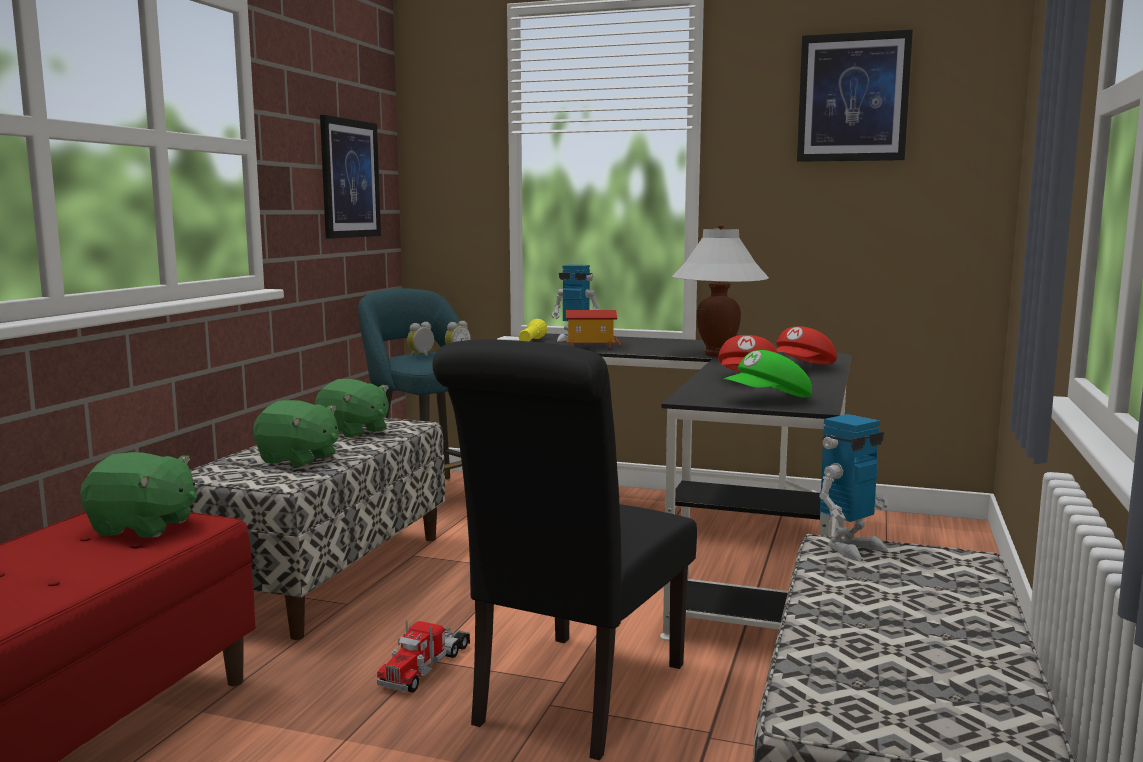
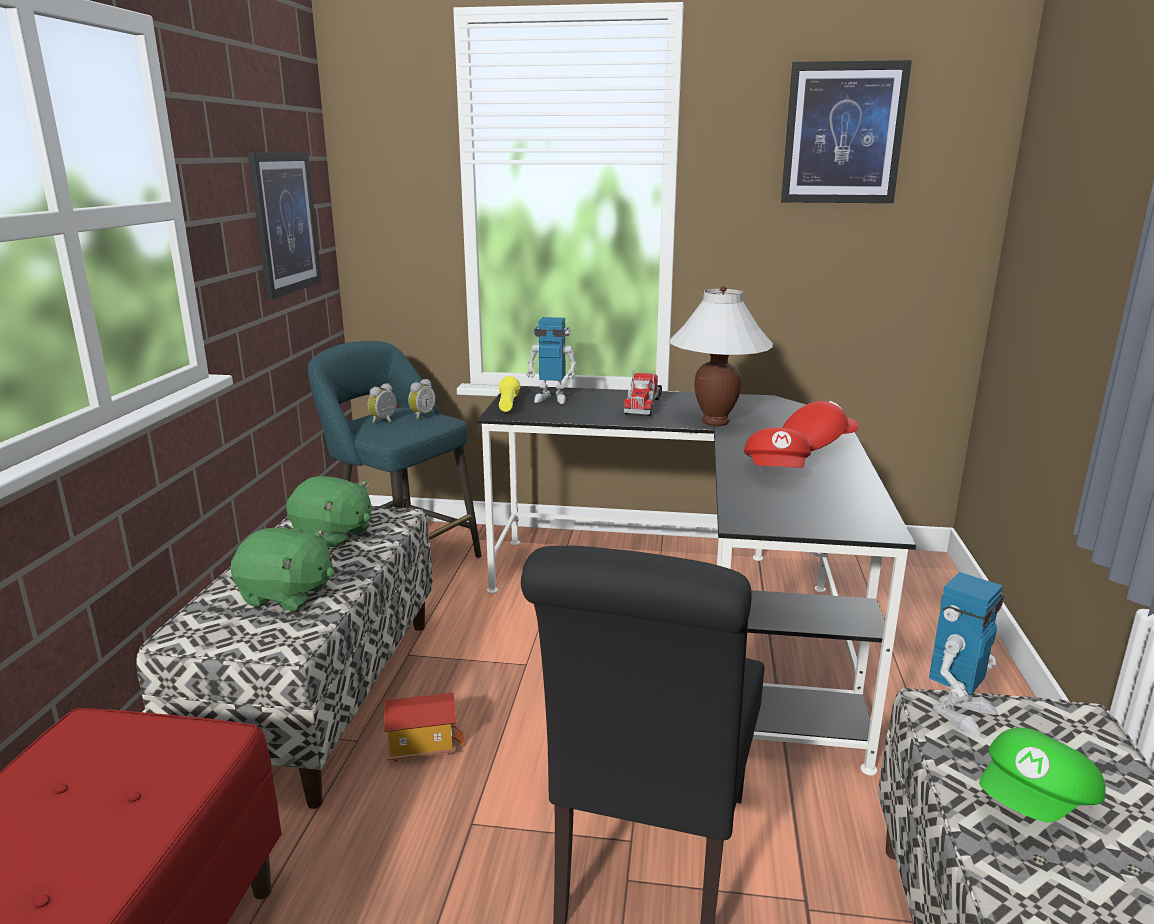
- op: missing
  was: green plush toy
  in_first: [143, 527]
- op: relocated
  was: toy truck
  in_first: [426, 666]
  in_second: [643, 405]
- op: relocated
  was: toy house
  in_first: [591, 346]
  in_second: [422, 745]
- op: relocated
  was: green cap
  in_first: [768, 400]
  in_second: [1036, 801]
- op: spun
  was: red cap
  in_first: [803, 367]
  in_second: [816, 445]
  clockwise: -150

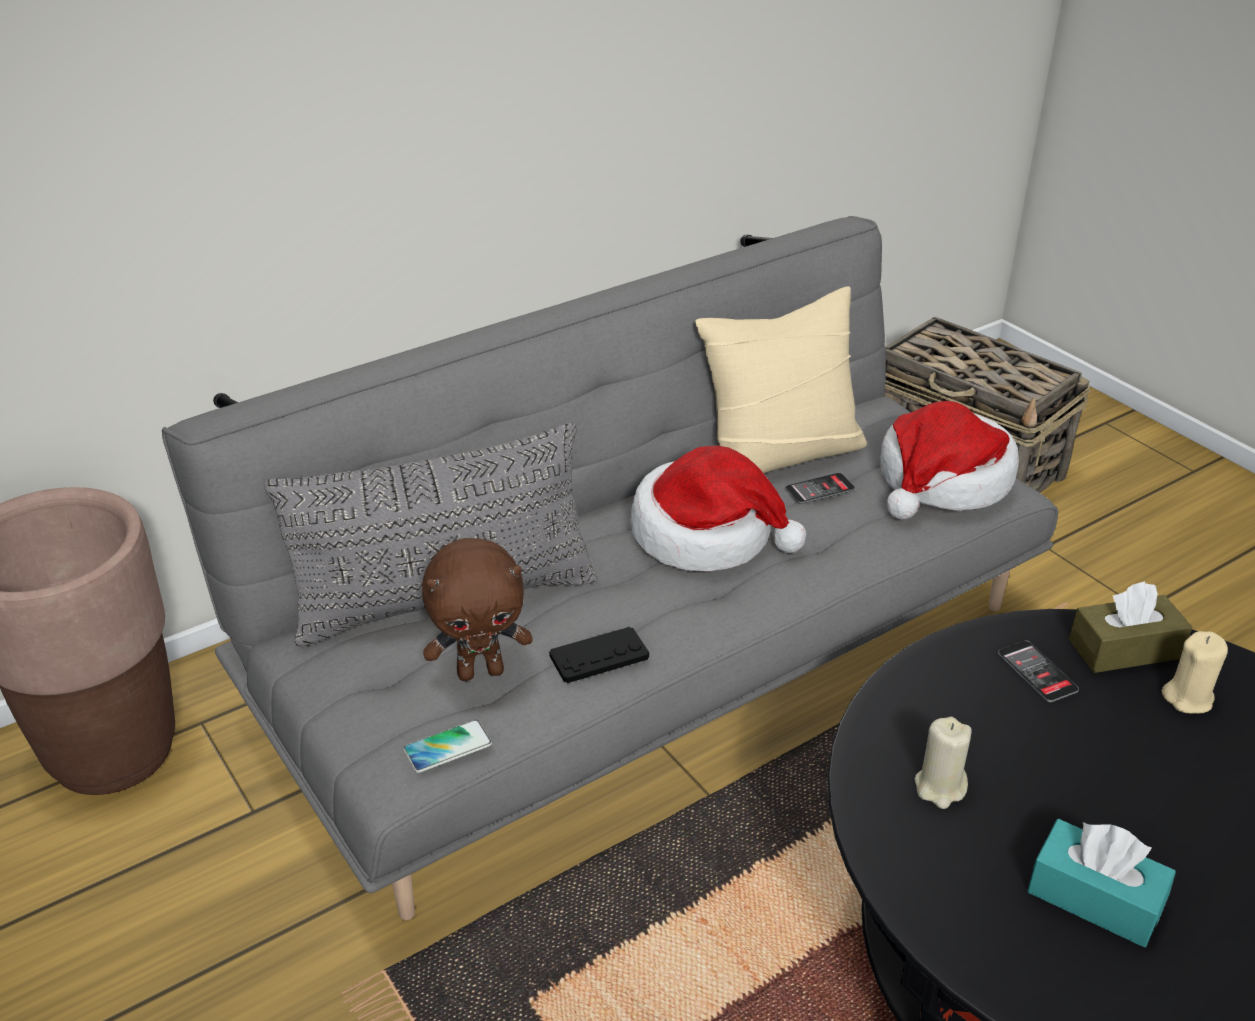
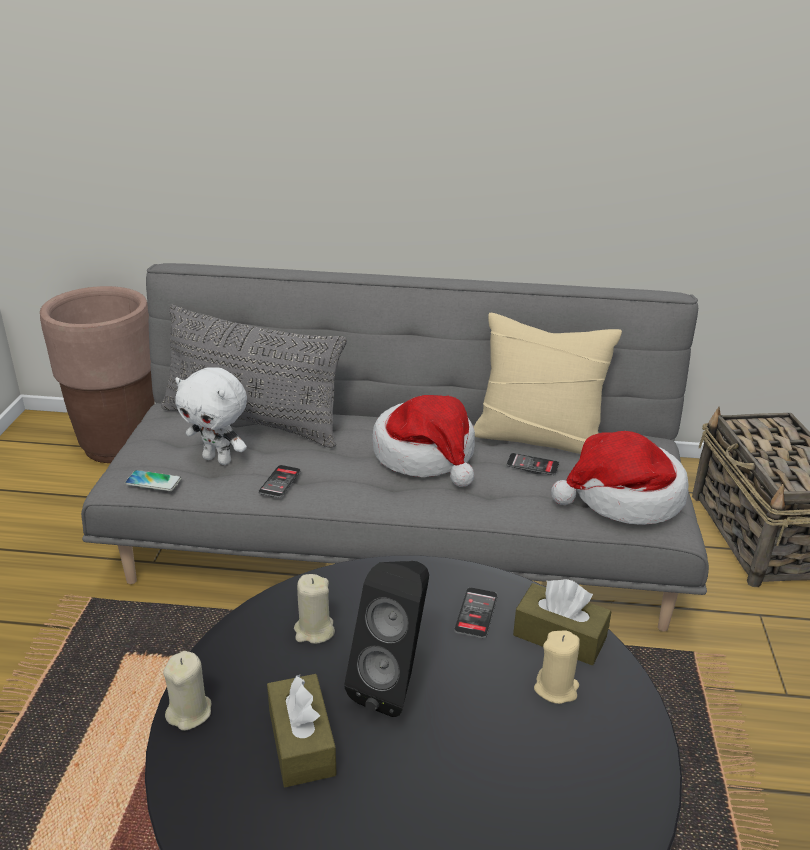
- op: colour
  was: brown plush toy
  now: white plush toy
  in_first: [481, 671]
  in_second: [218, 459]
- op: exchanged
  was: black game controller
  now: phone
  in_first: [599, 656]
  in_second: [279, 482]
- op: colour
  was: turquoise tissue box
  now: brown tissue box
  in_first: [1094, 898]
  in_second: [301, 742]
- op: appeared
  now: beige candle
  in_second: [189, 712]
- op: appeared
  now: black speaker
  in_second: [394, 684]

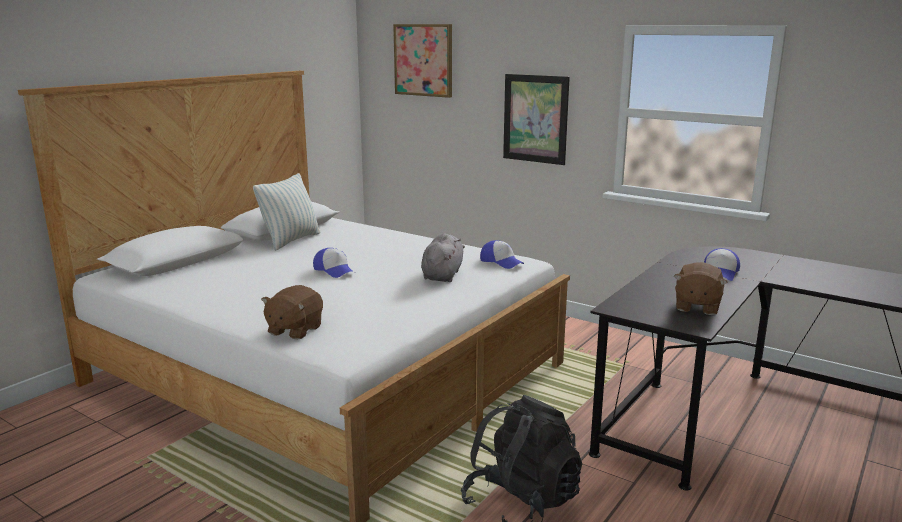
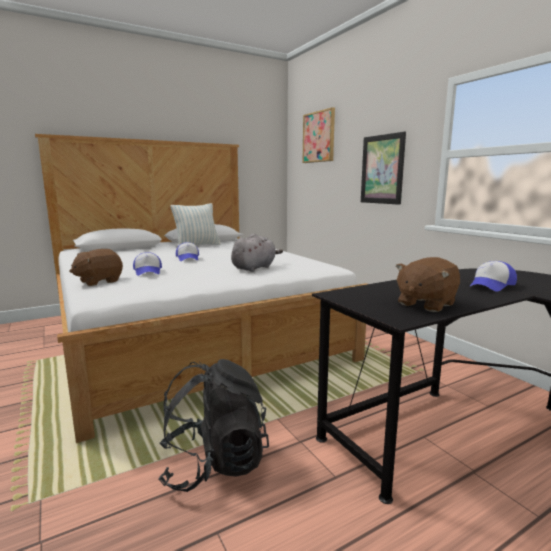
- op: relocated
  was: cap
  in_first: [501, 262]
  in_second: [148, 271]

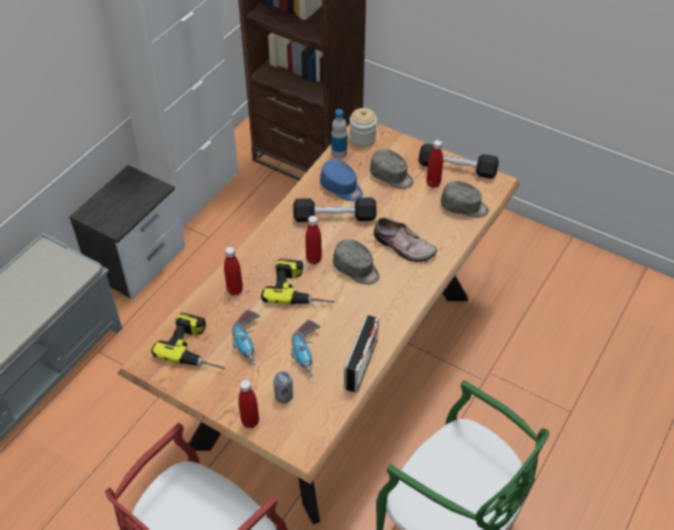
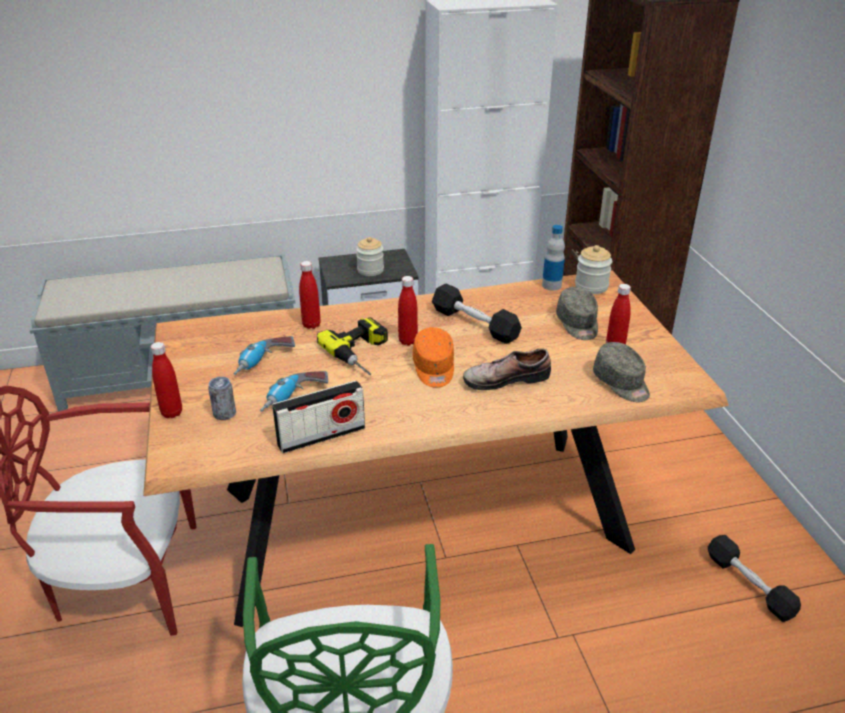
- op: missing
  was: power drill
  in_first: [197, 347]
- op: missing
  was: blue cap
  in_first: [342, 188]
- op: colour
  was: grey cap
  now: orange cap
  in_first: [356, 269]
  in_second: [434, 368]
- op: spun
  was: shoe
  in_first: [403, 247]
  in_second: [505, 378]
  clockwise: 90
- op: relocated
  was: black dumbbell
  in_first: [457, 168]
  in_second: [749, 585]
- op: appeared
  now: jar
  in_second: [370, 270]

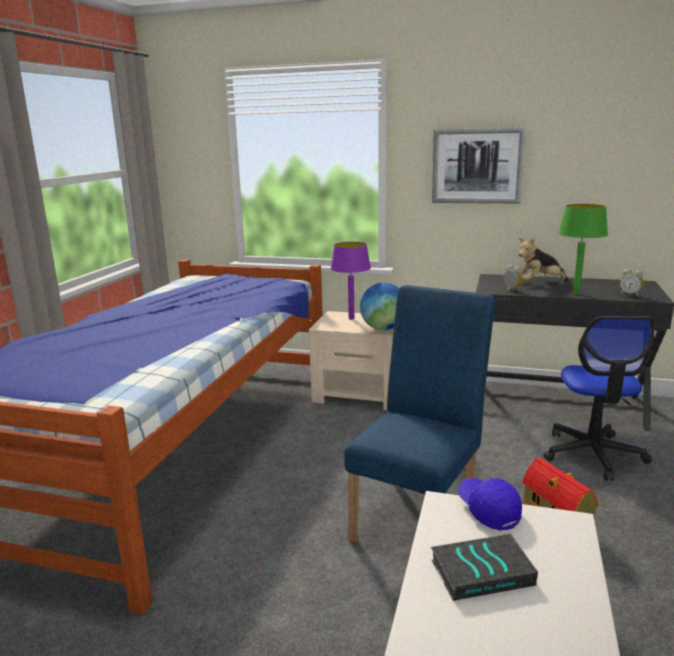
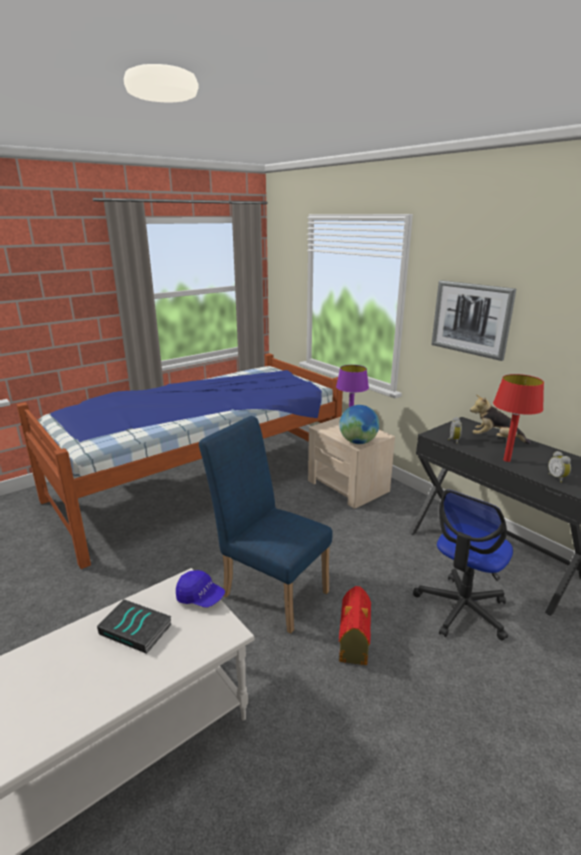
- op: spun
  was: blue chair
  in_first: [419, 516]
  in_second: [270, 589]
  clockwise: -120
- op: spun
  was: blue cap
  in_first: [488, 510]
  in_second: [200, 597]
  clockwise: 105
- op: colour
  was: green table lamp
  now: red table lamp
  in_first: [576, 293]
  in_second: [507, 460]

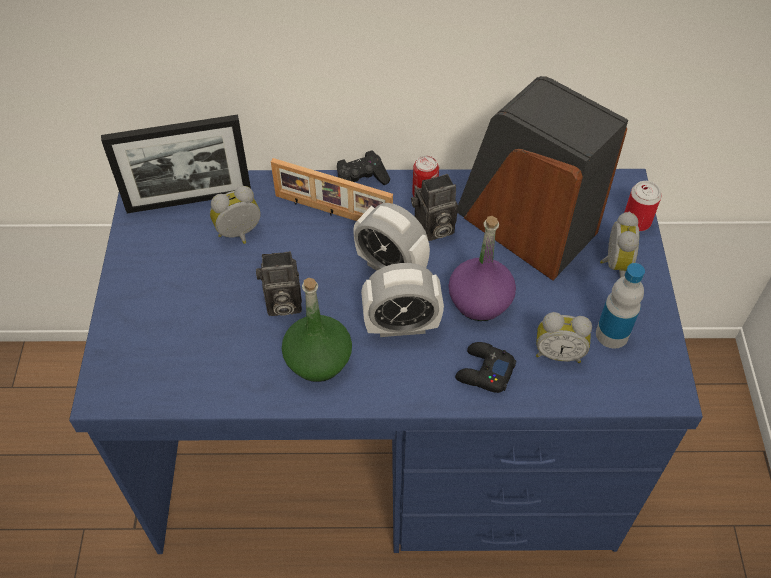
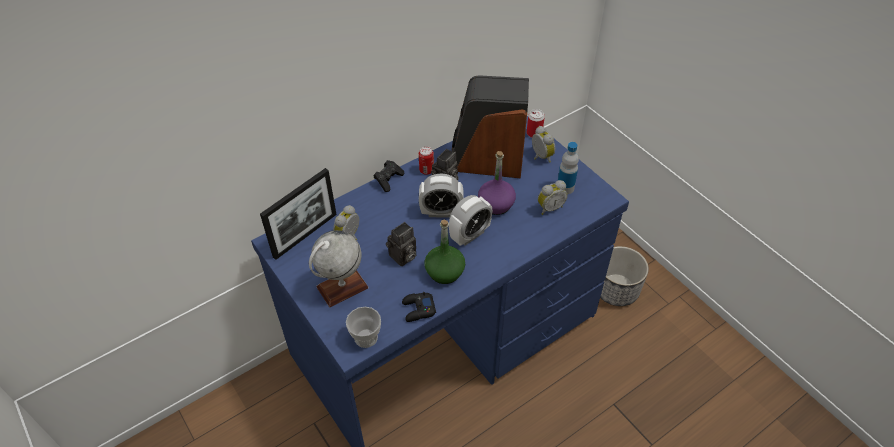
- op: missing
  was: picture frame
  in_first: [332, 213]
- op: relocated
  was: black game controller
  in_first: [484, 372]
  in_second: [418, 309]
- op: appeared
  now: globe
  in_second: [342, 287]
- op: appeared
  now: cup
  in_second: [366, 337]
- op: appeared
  now: planter
  in_second: [616, 289]

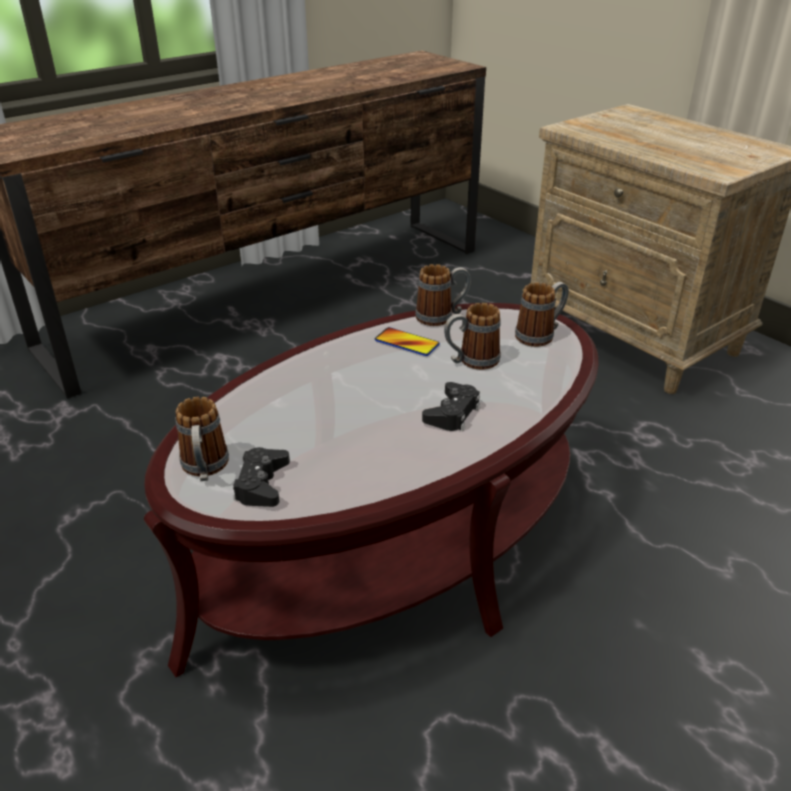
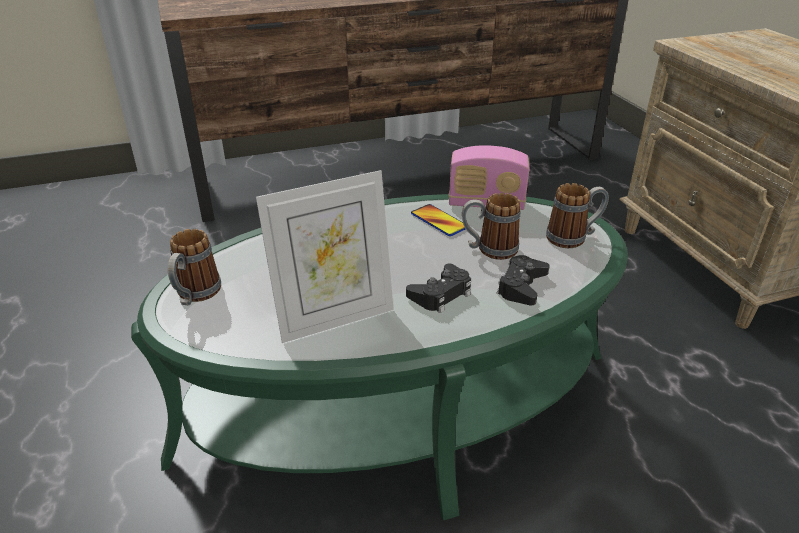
- op: colour
  was: brown coffee table
  now: green coffee table
  in_first: [395, 541]
  in_second: [399, 404]
- op: relocated
  was: black game controller
  in_first: [262, 484]
  in_second: [521, 286]
- op: exchanged
  was: mug
  now: radio
  in_first: [442, 317]
  in_second: [486, 203]
- op: appeared
  now: picture frame
  in_second: [335, 318]

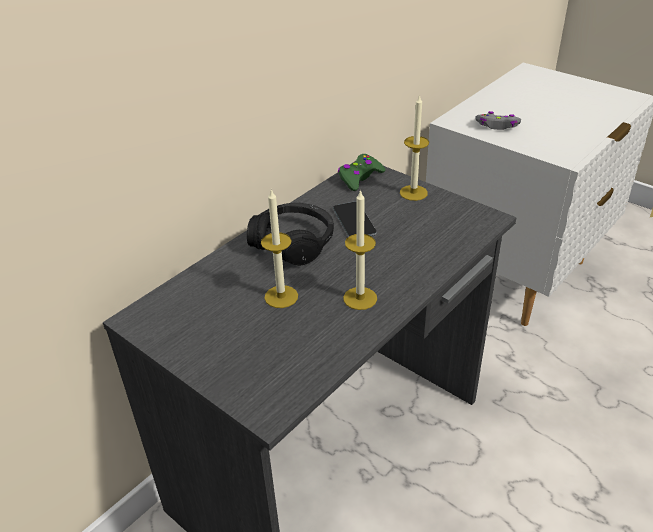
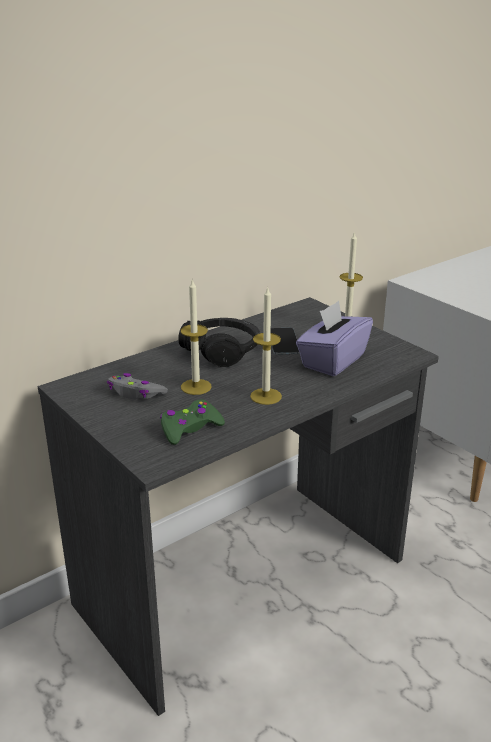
- op: relocated
  was: green game controller
  in_first: [360, 177]
  in_second: [190, 428]
- op: relocated
  was: grey game controller
  in_first: [497, 126]
  in_second: [135, 393]
- op: appeared
  now: purple tissue box
  in_second: [332, 361]

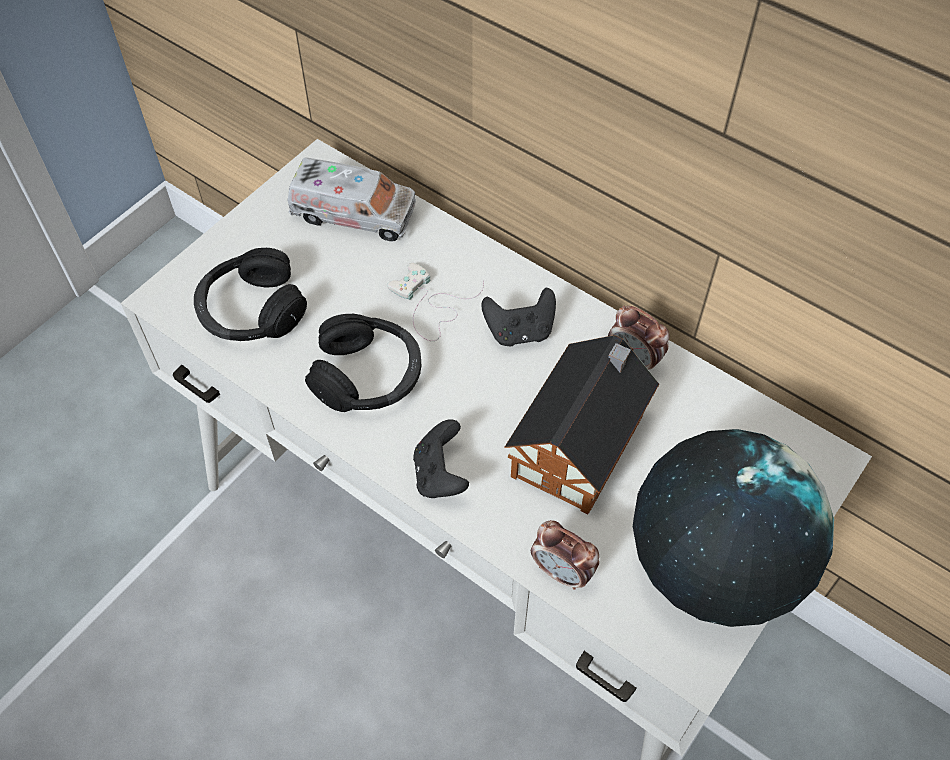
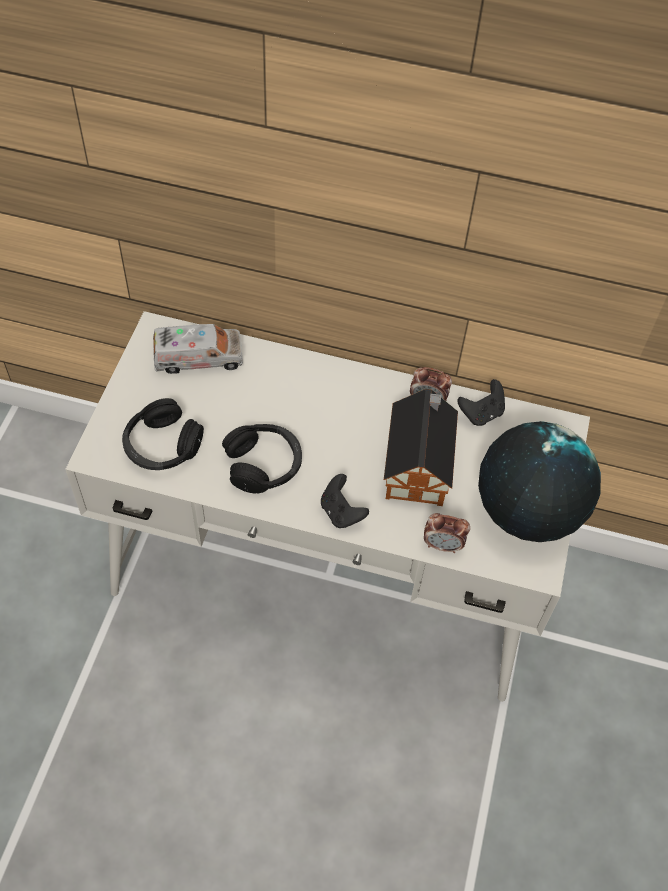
- op: missing
  was: white game controller
  in_first: [430, 304]
- op: relocated
  was: black game controller
  in_first: [519, 331]
  in_second: [481, 413]

